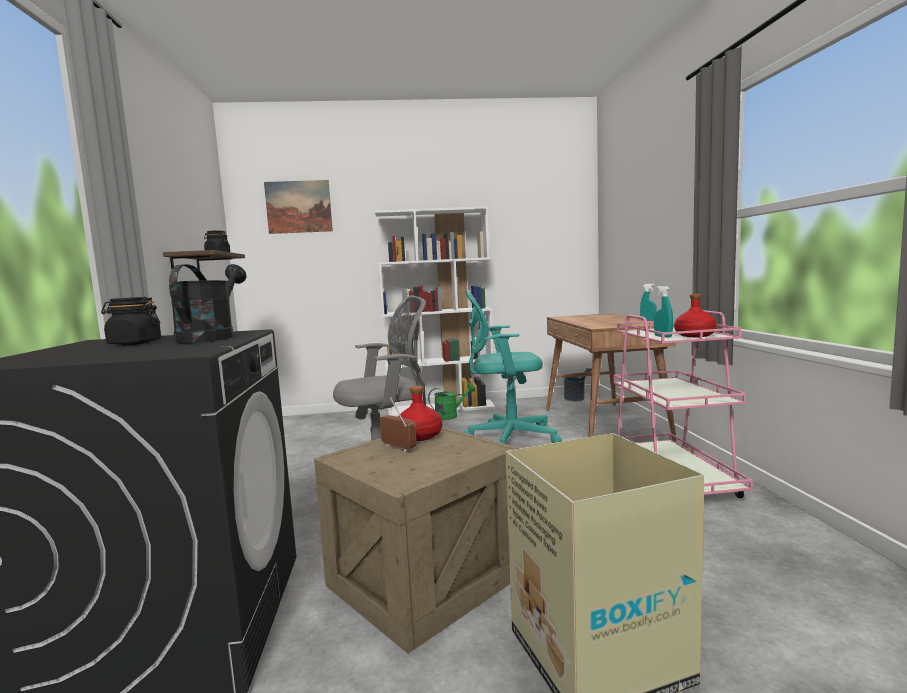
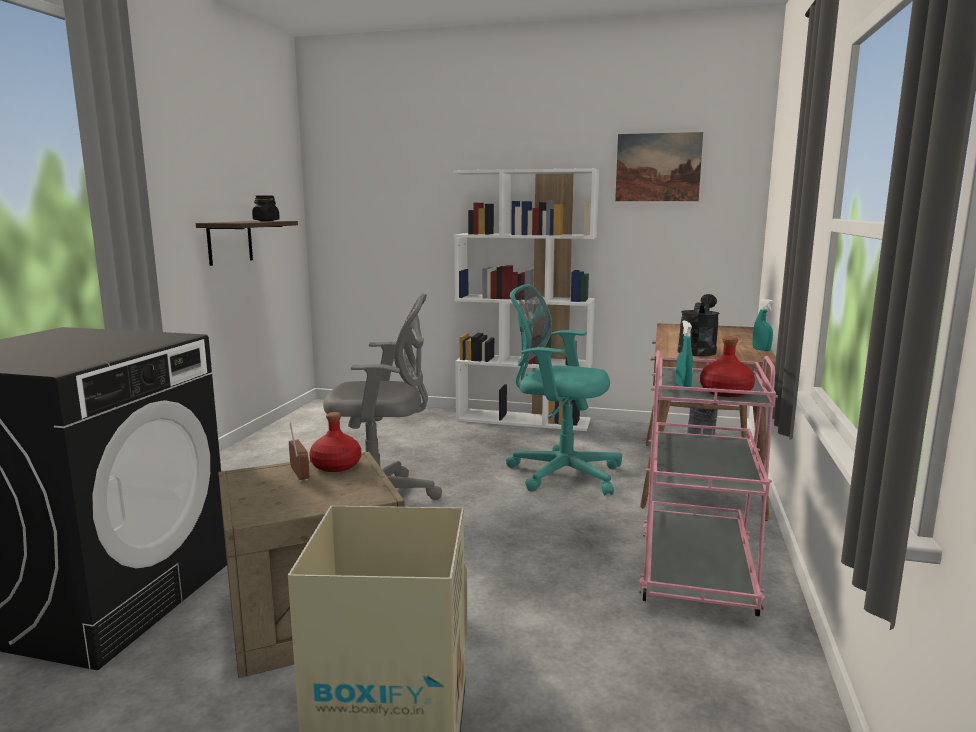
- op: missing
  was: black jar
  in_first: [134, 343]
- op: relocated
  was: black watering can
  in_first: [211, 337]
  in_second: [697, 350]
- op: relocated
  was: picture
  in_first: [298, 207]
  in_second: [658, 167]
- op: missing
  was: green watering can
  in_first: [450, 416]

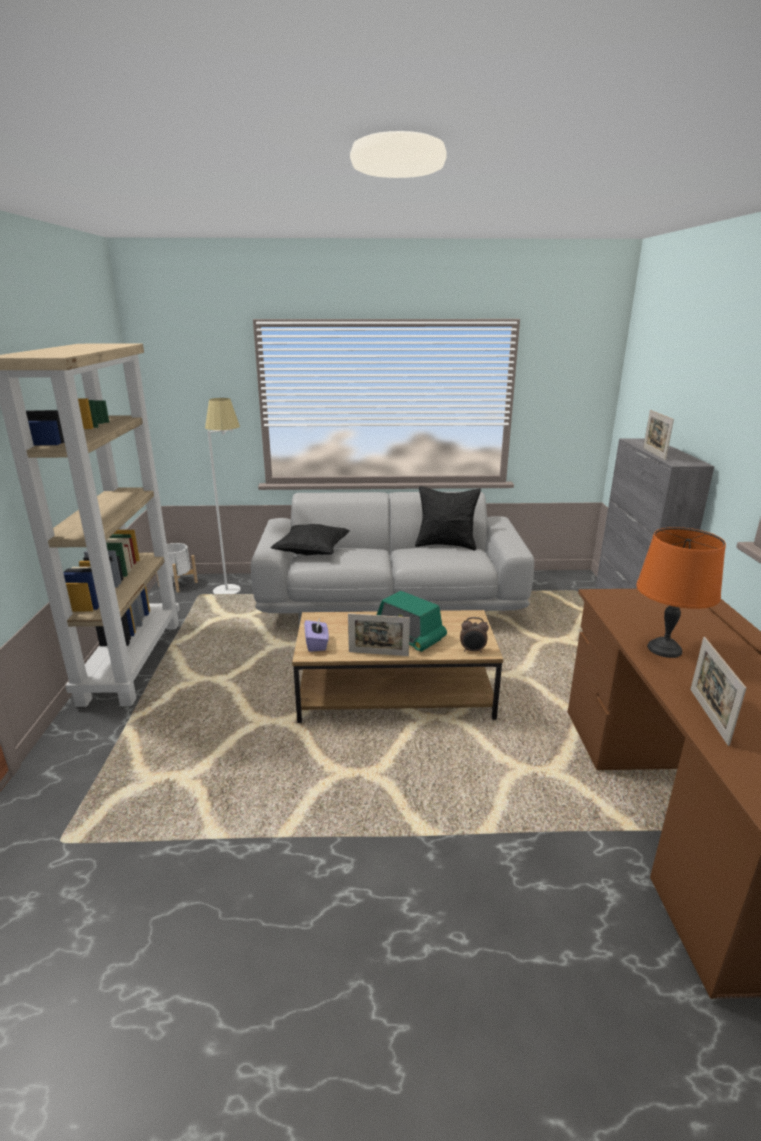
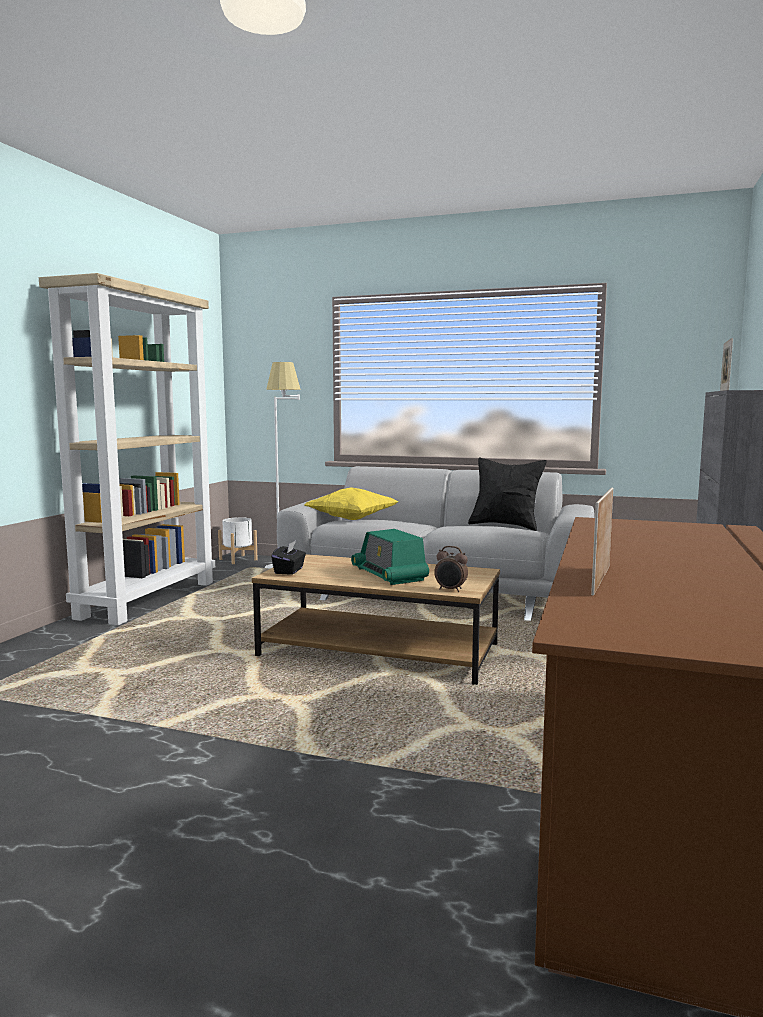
- op: colour
  was: black pillow
  now: yellow pillow
  in_first: [312, 553]
  in_second: [351, 519]
- op: colour
  was: purple tissue box
  now: black tissue box
  in_first: [317, 644]
  in_second: [289, 571]
- op: missing
  was: picture frame
  in_first: [378, 653]
- op: missing
  was: orange table lamp
  in_first: [663, 648]

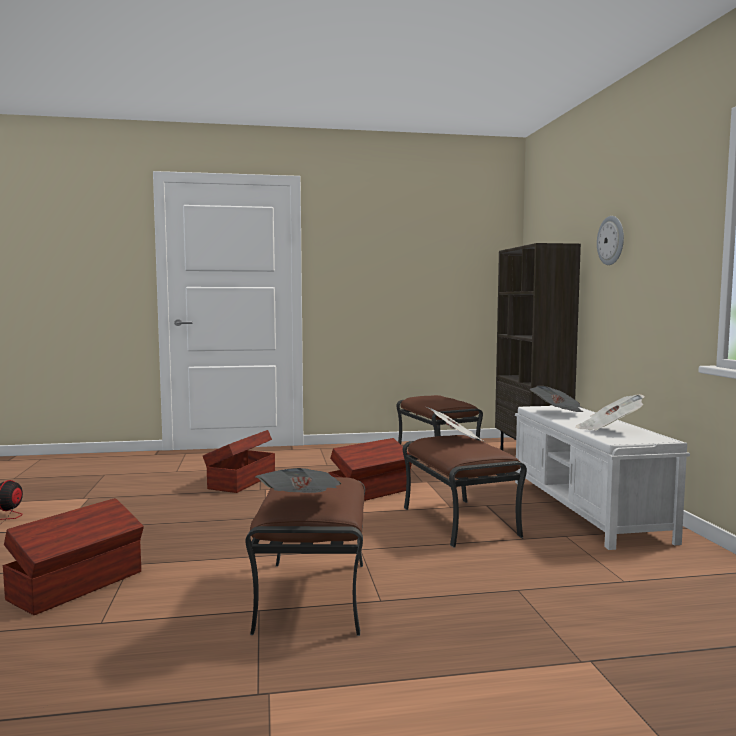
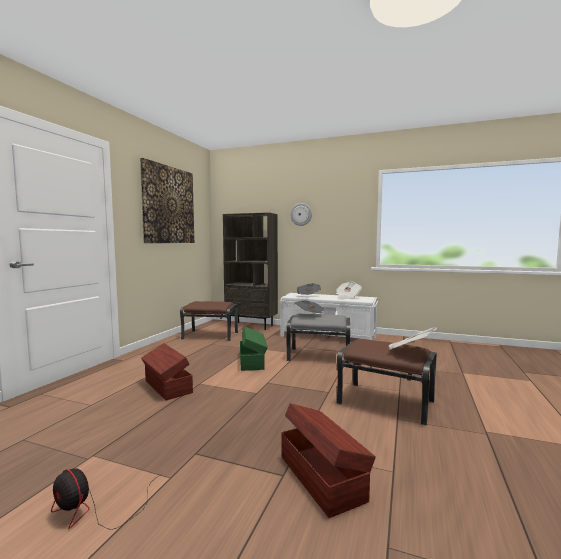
- op: colour
  was: brown storage box
  now: green storage box
  in_first: [371, 492]
  in_second: [252, 361]
- op: colour
  was: brown ottoman
  now: grey ottoman
  in_first: [461, 522]
  in_second: [319, 356]
- op: appeared
  now: picture
  in_second: [168, 205]

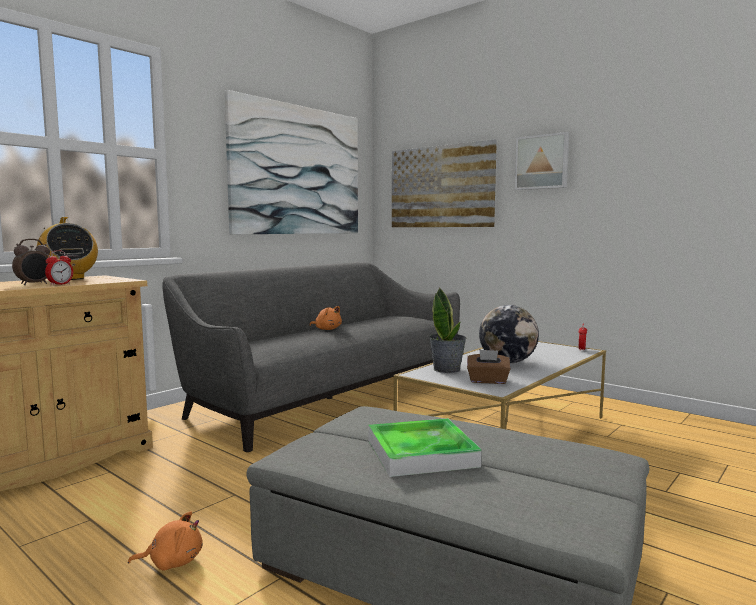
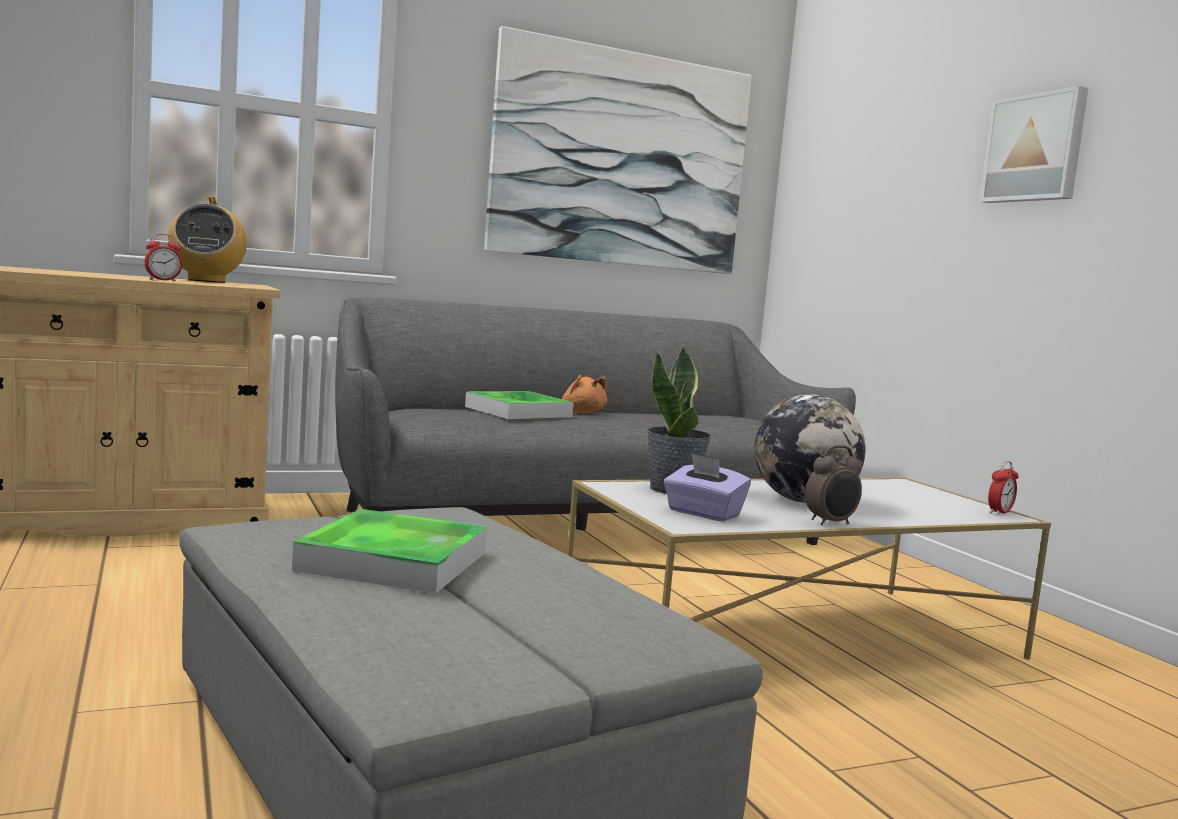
- op: relocated
  was: alarm clock
  in_first: [34, 284]
  in_second: [831, 523]
- op: missing
  was: orange plush toy
  in_first: [172, 562]
- op: missing
  was: picture
  in_first: [441, 187]
- op: colour
  was: brown tissue box
  now: purple tissue box
  in_first: [487, 381]
  in_second: [703, 513]
- op: appeared
  now: tray
  in_second: [518, 412]

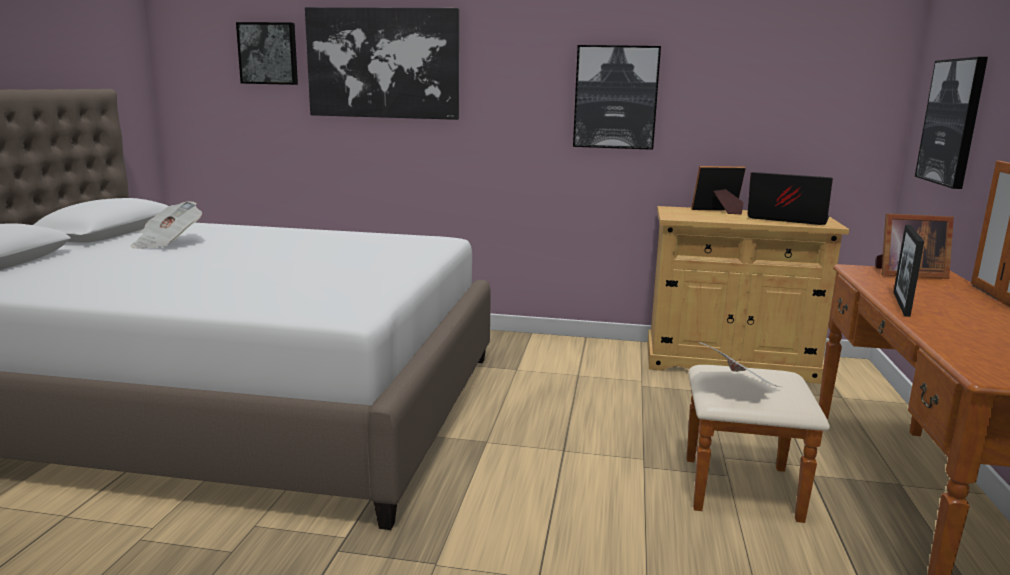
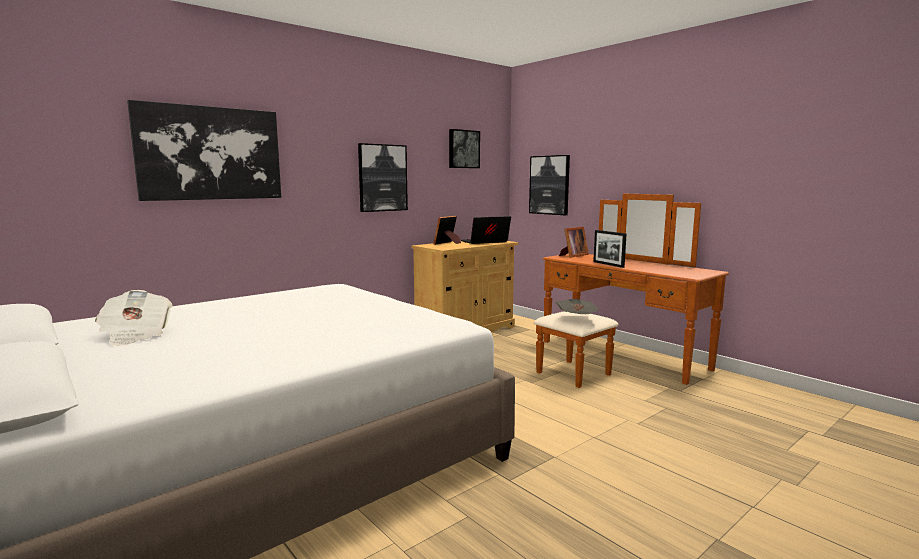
- op: relocated
  was: picture
  in_first: [268, 53]
  in_second: [463, 149]

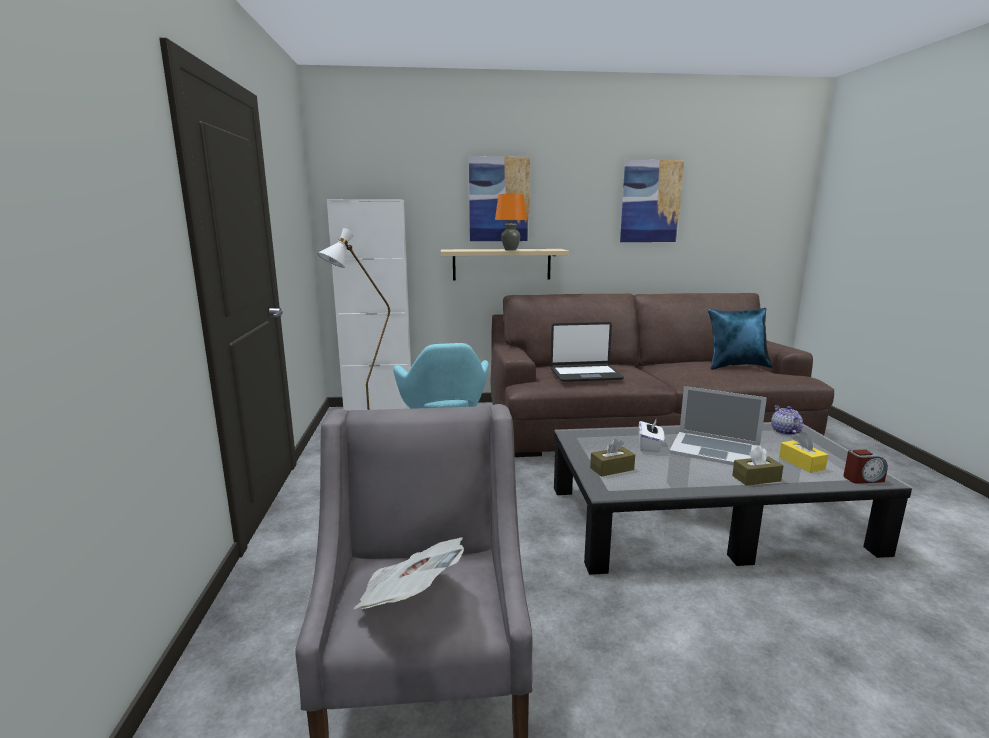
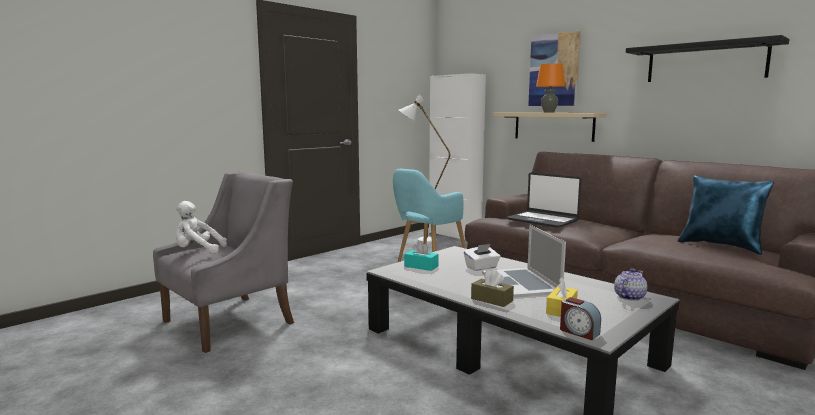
- op: exchanged
  was: newspaper
  now: white plush toy
  in_first: [410, 598]
  in_second: [197, 251]
- op: colour
  was: brown tissue box
  now: turquoise tissue box
  in_first: [612, 469]
  in_second: [421, 266]
- op: exchanged
  was: picture
  now: black shelf
  in_first: [650, 201]
  in_second: [705, 62]

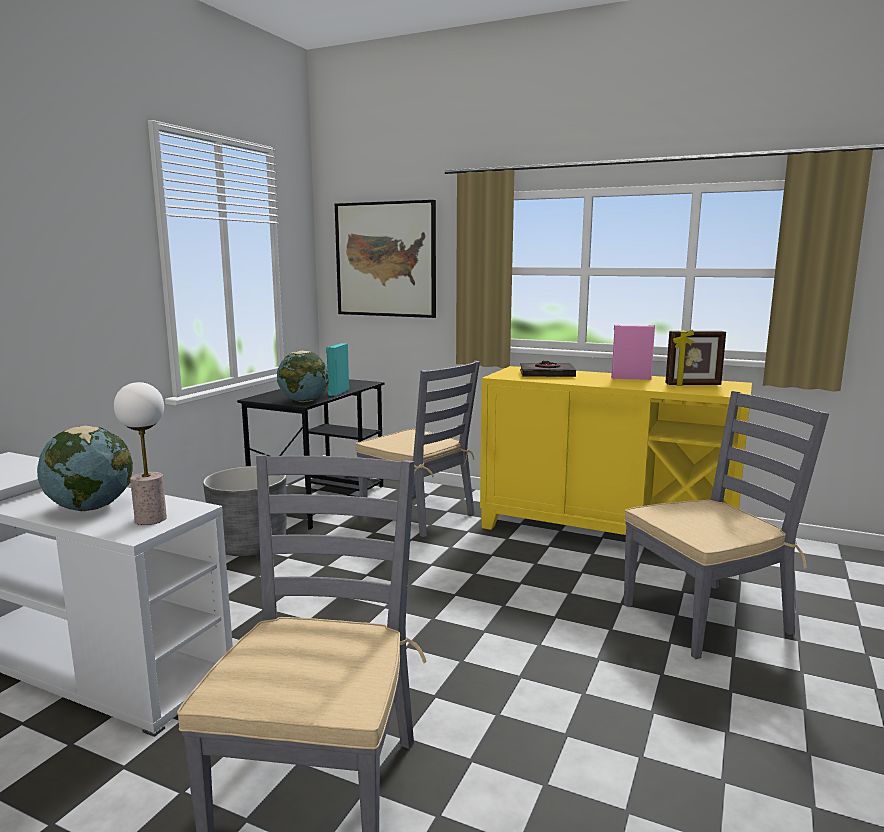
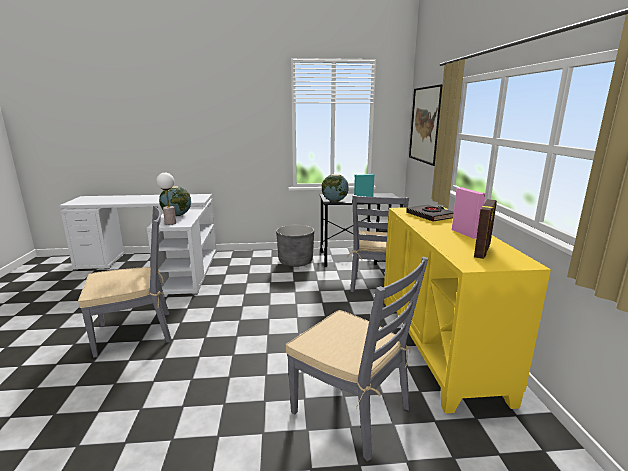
- op: spun
  was: picture frame
  in_first: [693, 385]
  in_second: [482, 251]
  clockwise: -120

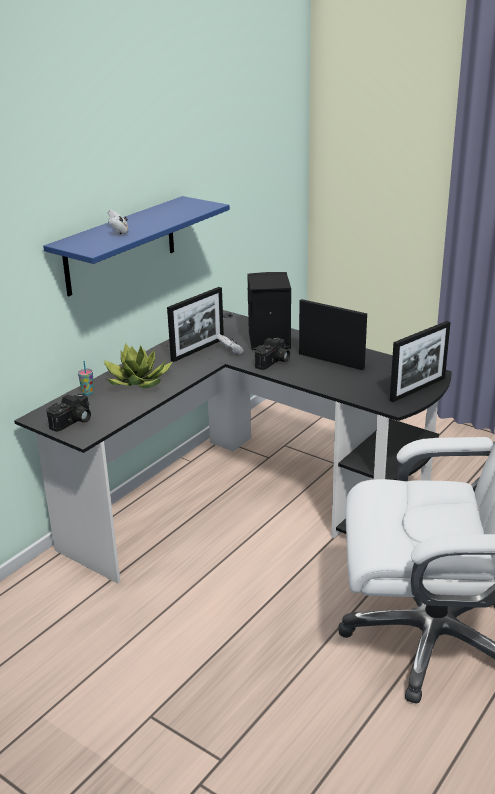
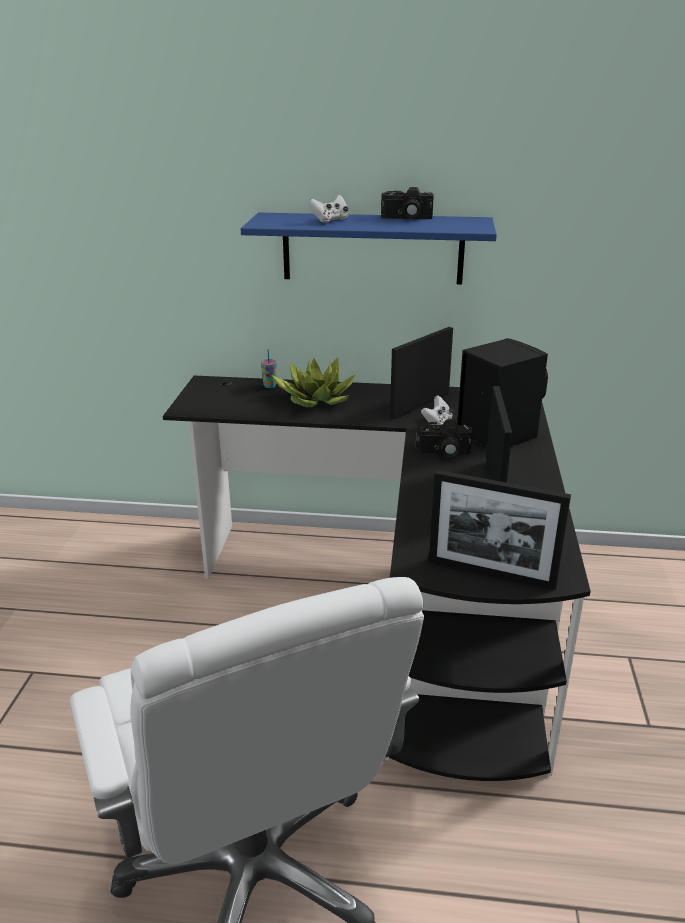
- op: relocated
  was: photo camera
  in_first: [73, 422]
  in_second: [406, 218]
- op: spun
  was: picture frame
  in_first: [198, 350]
  in_second: [420, 405]
  clockwise: 120

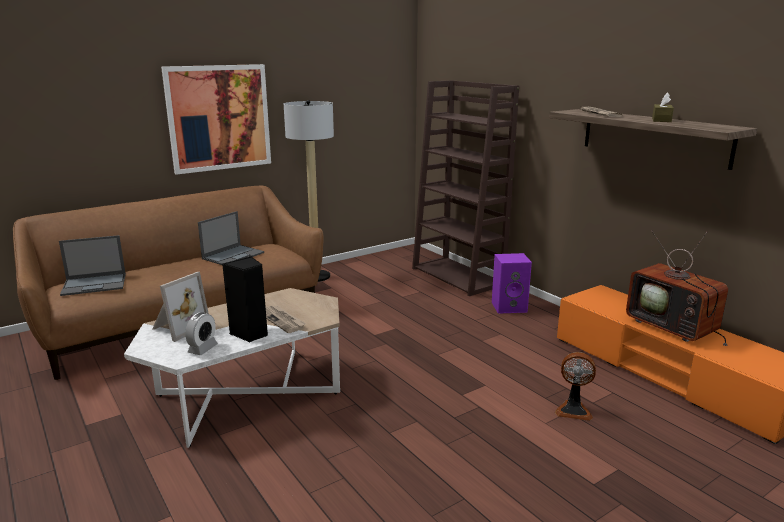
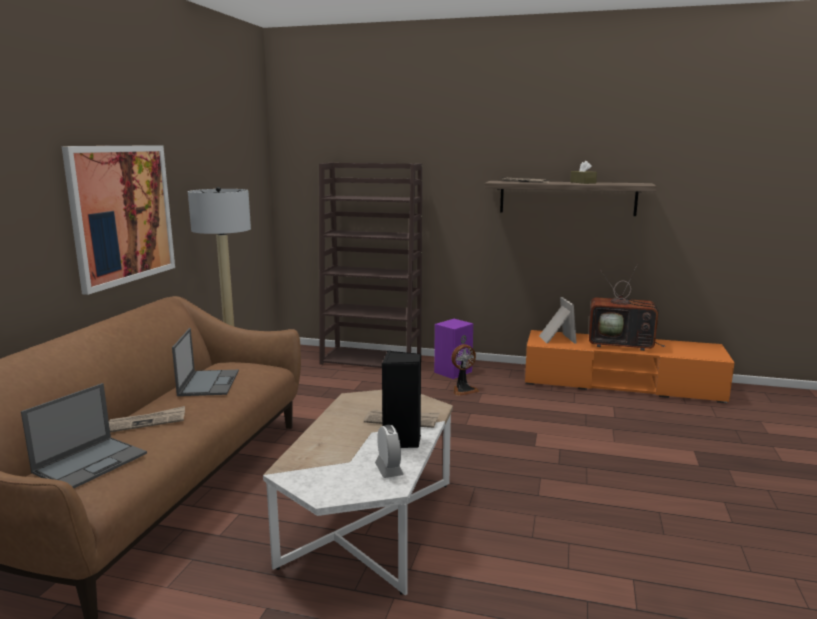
- op: relocated
  was: picture frame
  in_first: [179, 327]
  in_second: [555, 339]
- op: relocated
  was: fan
  in_first: [573, 410]
  in_second: [463, 390]
- op: appeared
  now: newspaper
  in_second: [147, 422]

